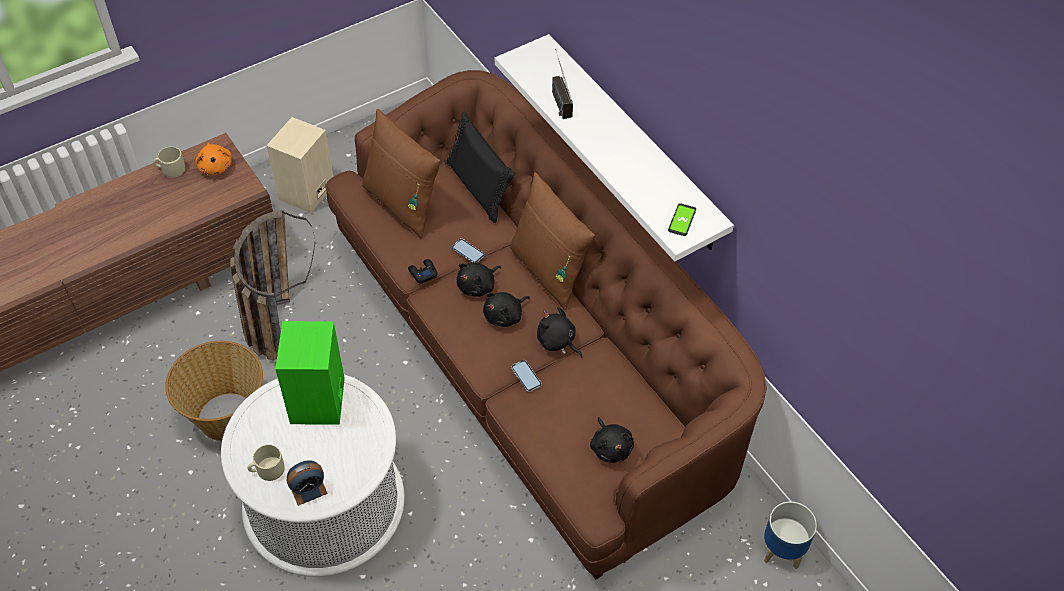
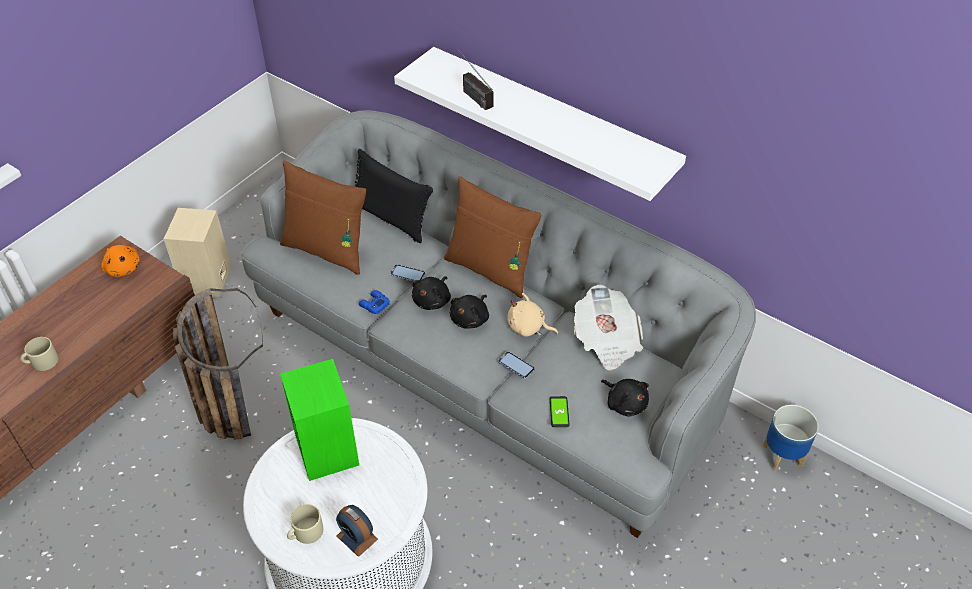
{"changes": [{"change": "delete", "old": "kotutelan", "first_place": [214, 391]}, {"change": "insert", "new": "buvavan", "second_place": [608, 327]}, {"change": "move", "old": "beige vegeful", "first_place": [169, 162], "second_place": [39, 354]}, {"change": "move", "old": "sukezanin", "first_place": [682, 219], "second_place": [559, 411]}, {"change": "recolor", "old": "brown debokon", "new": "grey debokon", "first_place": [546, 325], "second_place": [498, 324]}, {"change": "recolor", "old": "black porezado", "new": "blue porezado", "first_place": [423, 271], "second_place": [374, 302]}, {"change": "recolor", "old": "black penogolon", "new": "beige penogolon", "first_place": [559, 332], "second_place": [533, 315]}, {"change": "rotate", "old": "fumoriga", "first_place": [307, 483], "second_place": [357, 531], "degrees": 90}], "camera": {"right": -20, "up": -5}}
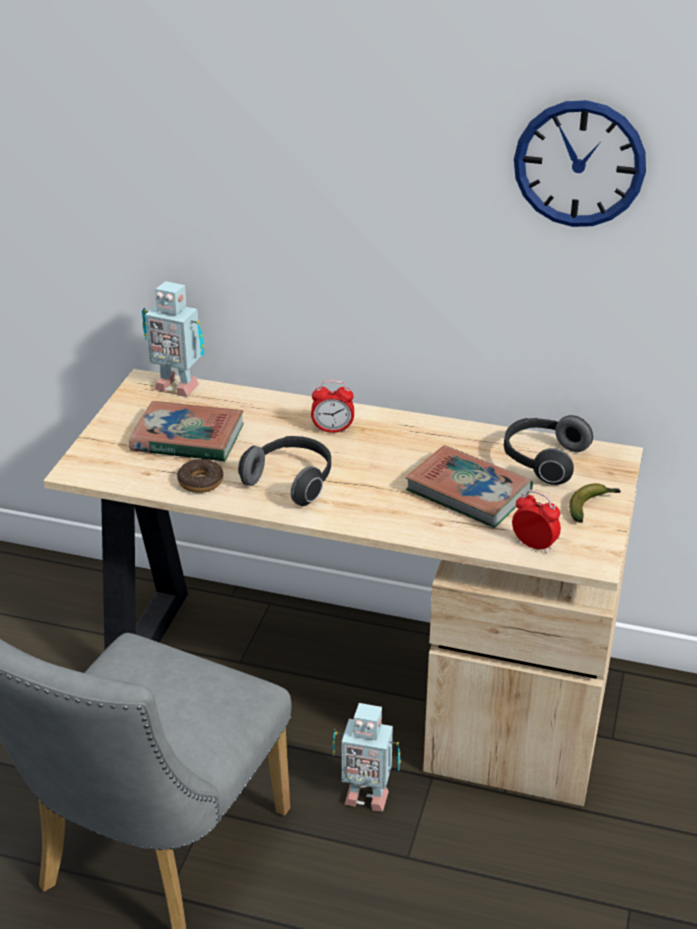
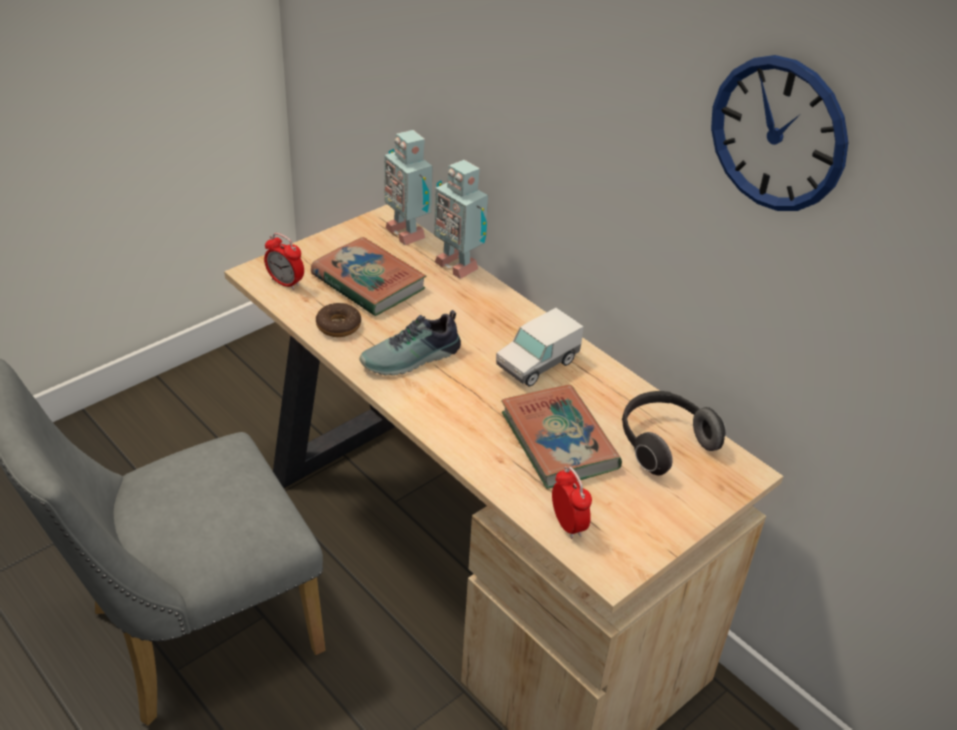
{"changes": [{"change": "delete", "old": "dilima", "first_place": [595, 503]}, {"change": "insert", "new": "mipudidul", "second_place": [540, 347]}, {"change": "move", "old": "fumoriga", "first_place": [332, 406], "second_place": [284, 261]}, {"change": "move", "old": "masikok", "first_place": [367, 757], "second_place": [461, 219]}, {"change": "replace", "old": "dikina", "new": "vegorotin", "first_place": [284, 471], "second_place": [410, 343]}], "camera": {"right": 30, "up": 5}}
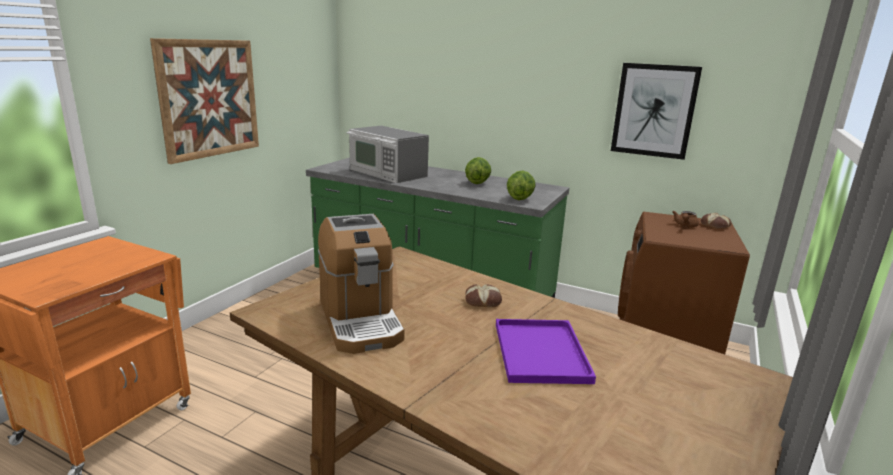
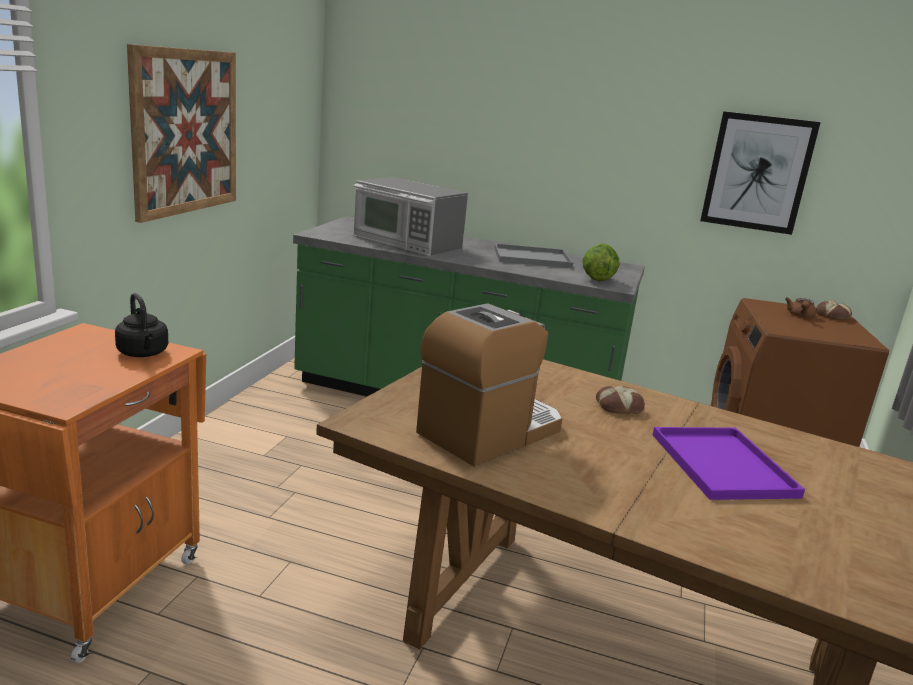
{"changes": [{"change": "insert", "new": "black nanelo", "second_place": [141, 325]}, {"change": "replace", "old": "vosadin", "new": "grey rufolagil", "first_place": [478, 170], "second_place": [533, 255]}, {"change": "rotate", "old": "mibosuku", "first_place": [361, 284], "second_place": [489, 384], "degrees": -105}], "camera": {"right": -10, "up": 0}}
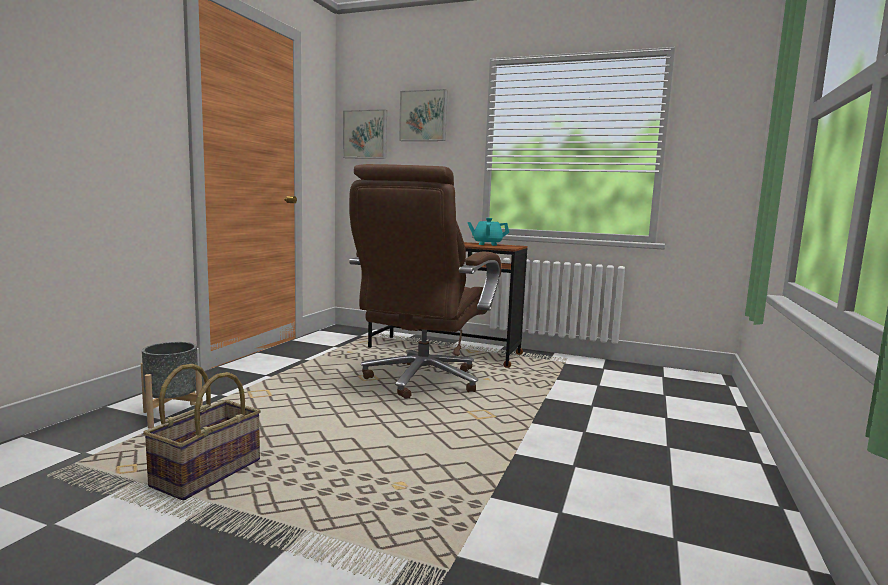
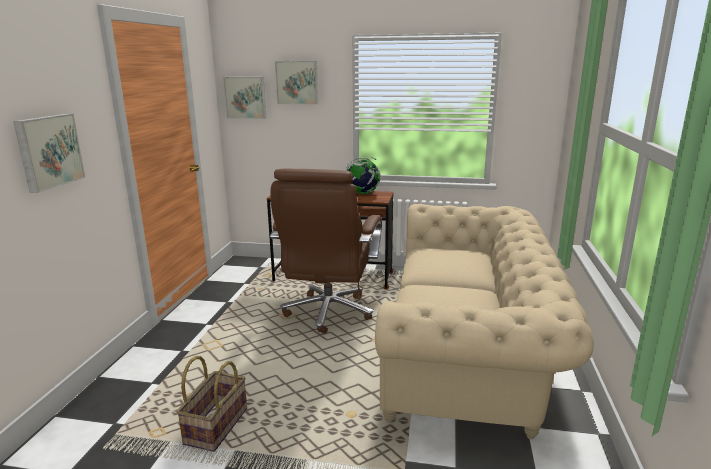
{"changes": [{"change": "delete", "old": "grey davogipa", "first_place": [172, 385]}, {"change": "insert", "new": "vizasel", "second_place": [49, 153]}, {"change": "insert", "new": "beige debokon", "second_place": [484, 321]}, {"change": "replace", "old": "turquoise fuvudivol", "new": "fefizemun", "first_place": [488, 232], "second_place": [363, 175]}], "camera": {"right": -10, "up": 10}}
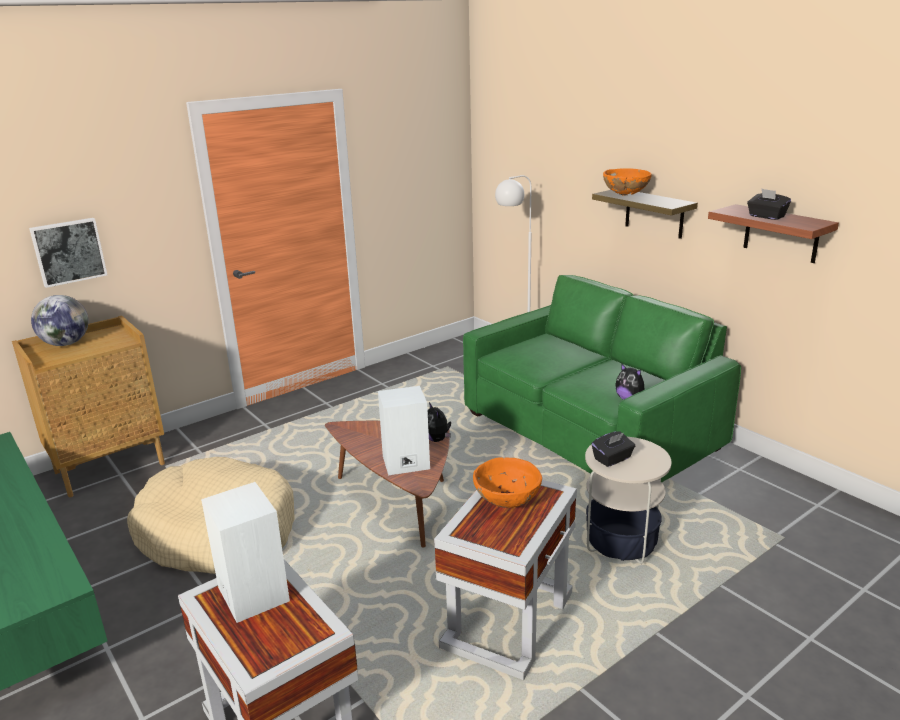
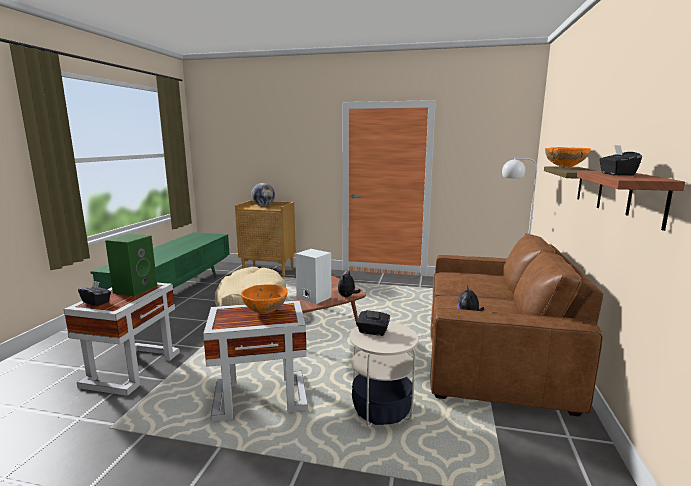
{"changes": [{"change": "delete", "old": "vizasel", "first_place": [68, 253]}, {"change": "insert", "new": "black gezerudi", "second_place": [94, 293]}, {"change": "recolor", "old": "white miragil", "new": "green miragil", "first_place": [245, 552], "second_place": [131, 265]}, {"change": "recolor", "old": "green debokon", "new": "brown debokon", "first_place": [602, 378], "second_place": [516, 324]}], "camera": {"right": 50, "up": -10}}
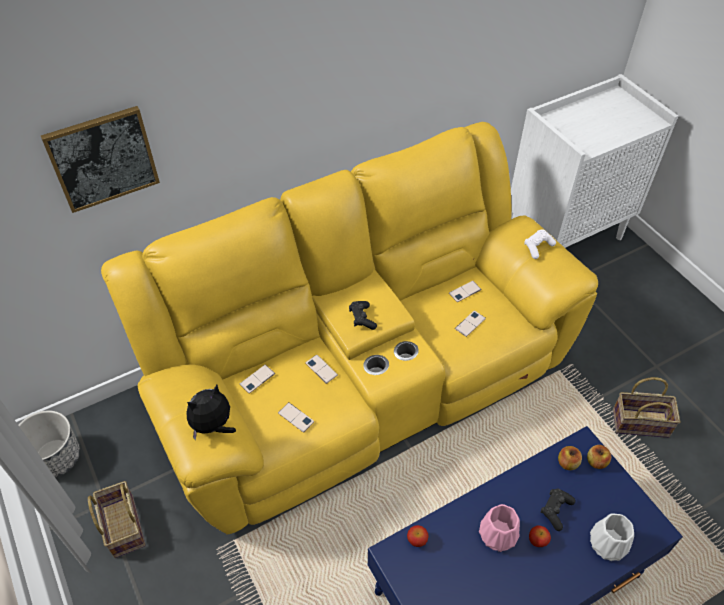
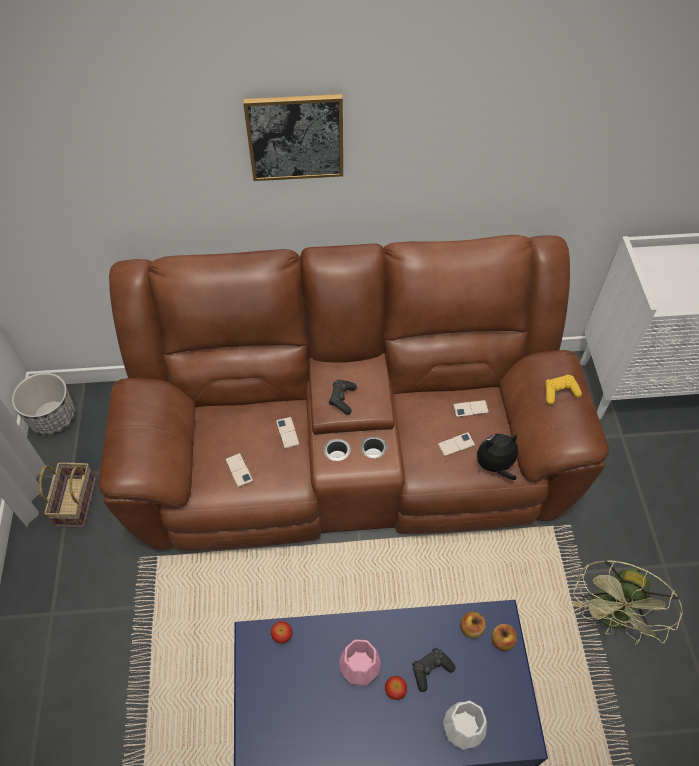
{"changes": [{"change": "delete", "old": "sukezanin", "first_place": [257, 379]}, {"change": "move", "old": "vizasel", "first_place": [100, 159], "second_place": [293, 137]}, {"change": "move", "old": "penogolon", "first_place": [211, 412], "second_place": [497, 456]}, {"change": "replace", "old": "kotutelan", "new": "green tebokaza", "first_place": [646, 407], "second_place": [628, 602]}, {"change": "recolor", "old": "yellow debokon", "new": "brown debokon", "first_place": [349, 328], "second_place": [353, 393]}, {"change": "recolor", "old": "white porezado", "new": "yellow porezado", "first_place": [540, 244], "second_place": [563, 389]}], "camera": {"right": 25, "up": 5}}
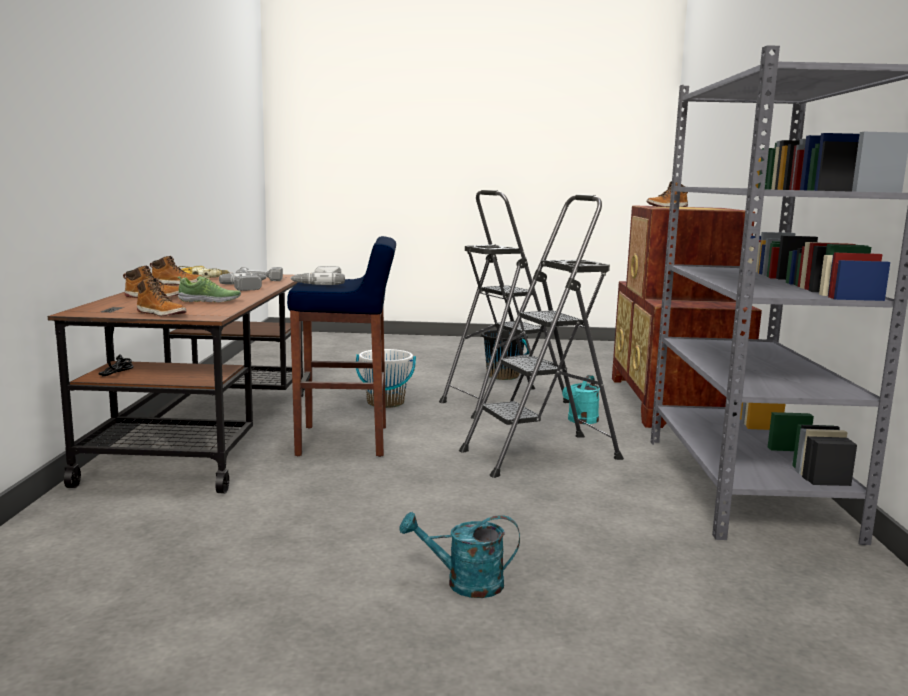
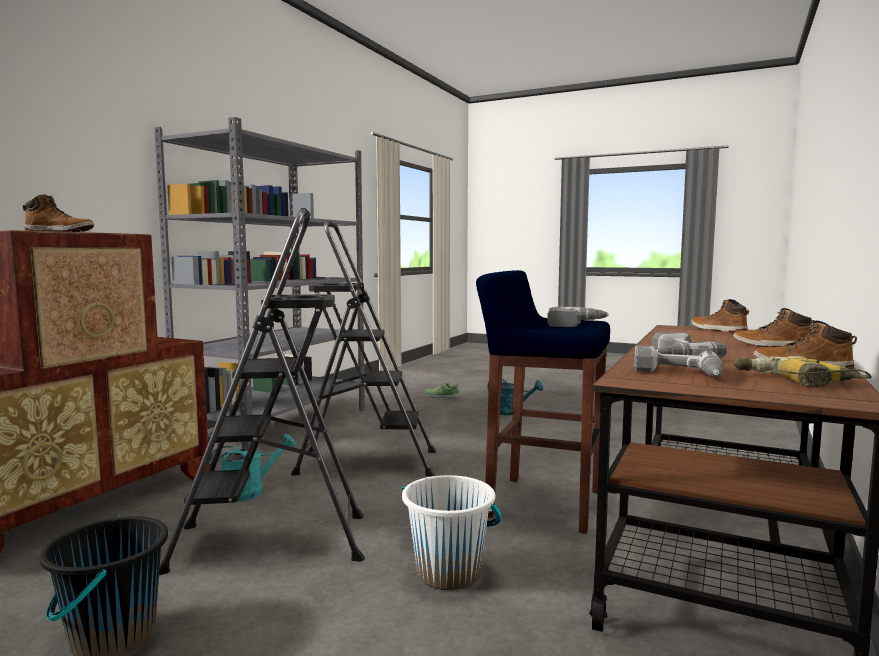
{"changes": [{"change": "move", "old": "vegorotin", "first_place": [209, 289], "second_place": [441, 391]}], "camera": {"right": -155, "up": -5}}
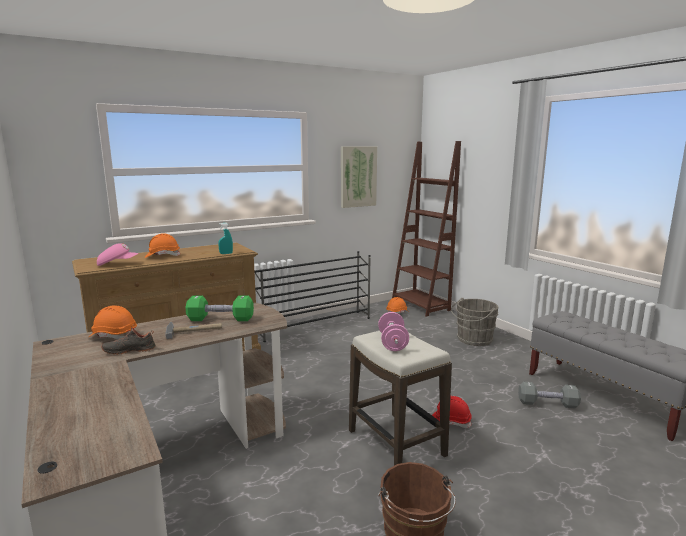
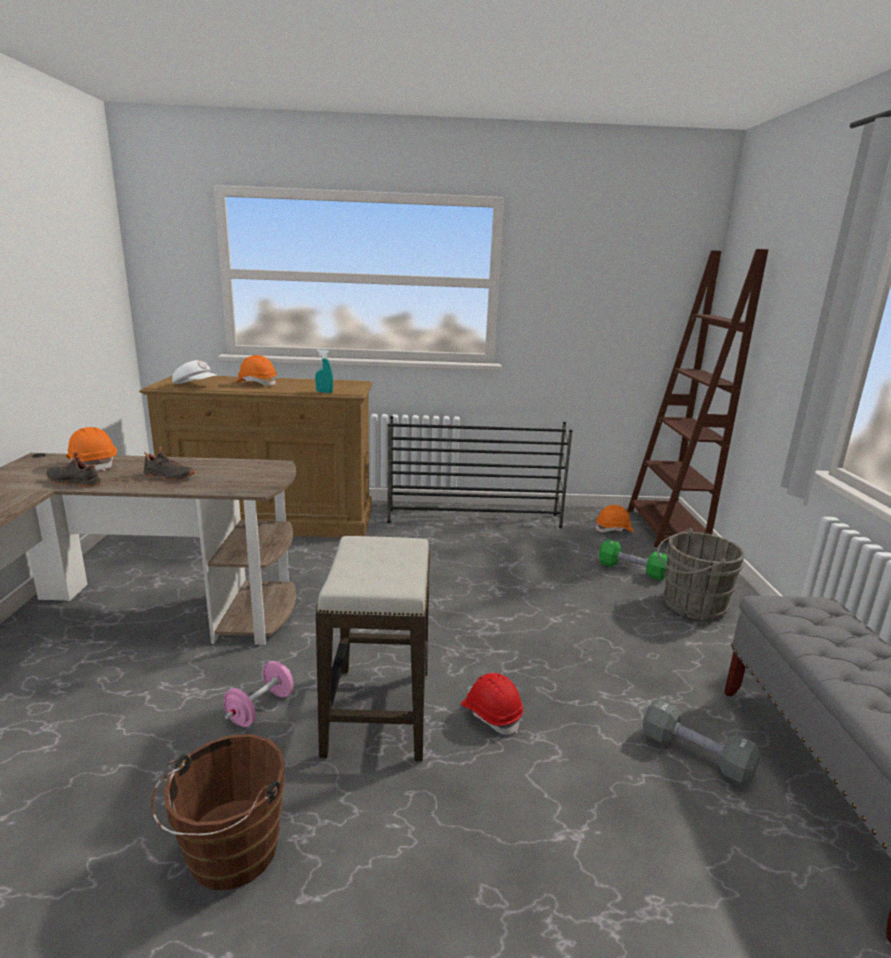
{"changes": [{"change": "delete", "old": "vizasel", "first_place": [359, 177]}, {"change": "move", "old": "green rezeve", "first_place": [219, 308], "second_place": [632, 559]}, {"change": "move", "old": "pink rezeve", "first_place": [393, 331], "second_place": [259, 694]}, {"change": "replace", "old": "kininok", "new": "black vegorotin", "first_place": [193, 330], "second_place": [169, 463]}, {"change": "recolor", "old": "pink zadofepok", "new": "white zadofepok", "first_place": [117, 254], "second_place": [195, 372]}], "camera": {"right": 30, "up": 5}}
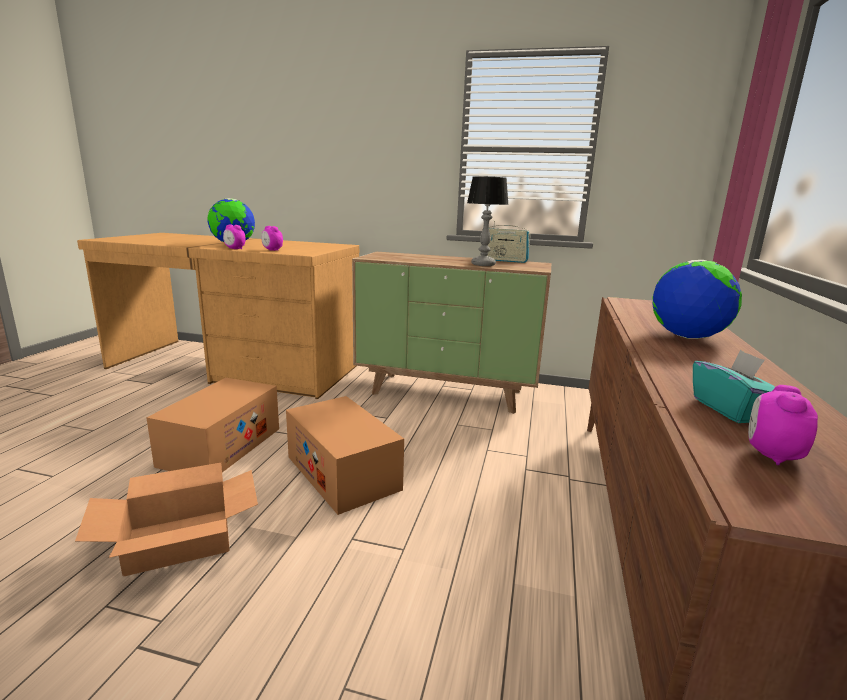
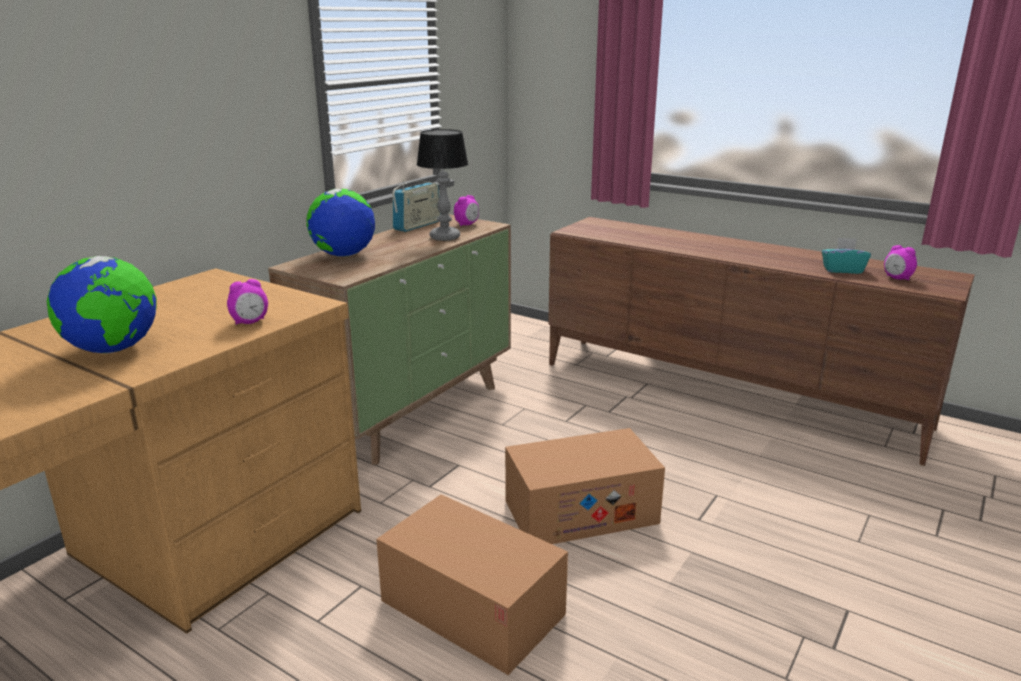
{"changes": [{"change": "delete", "old": "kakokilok", "first_place": [166, 519]}, {"change": "move", "old": "fumoriga", "first_place": [234, 236], "second_place": [466, 210]}, {"change": "move", "old": "fefizemun", "first_place": [697, 299], "second_place": [341, 223]}], "camera": {"right": -70, "up": 5}}
